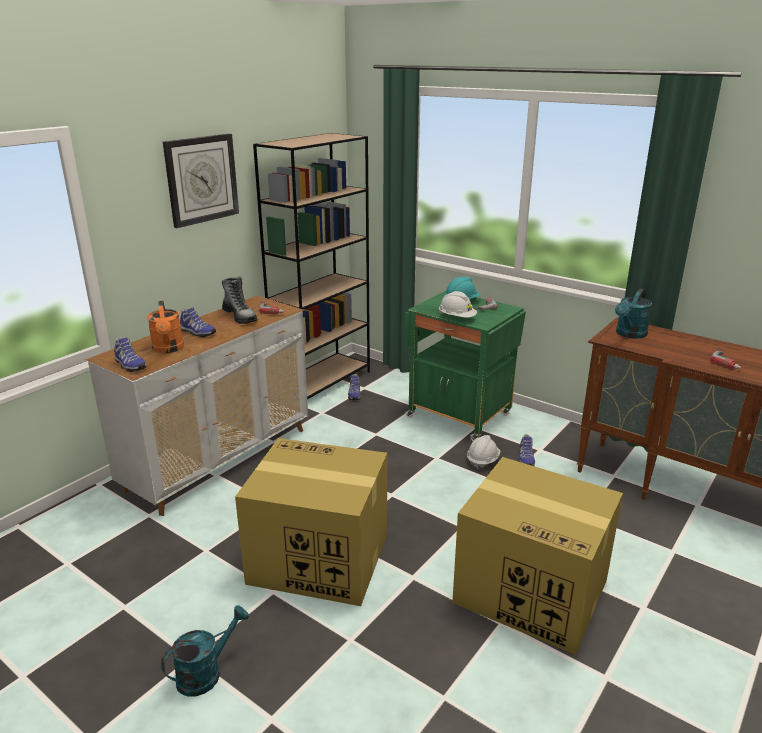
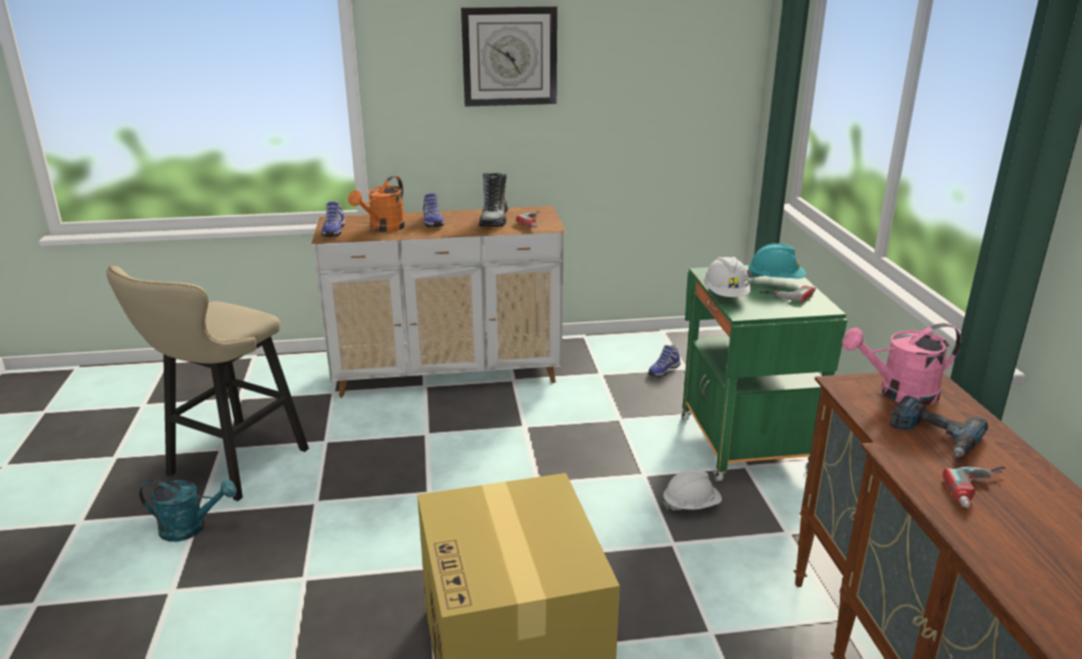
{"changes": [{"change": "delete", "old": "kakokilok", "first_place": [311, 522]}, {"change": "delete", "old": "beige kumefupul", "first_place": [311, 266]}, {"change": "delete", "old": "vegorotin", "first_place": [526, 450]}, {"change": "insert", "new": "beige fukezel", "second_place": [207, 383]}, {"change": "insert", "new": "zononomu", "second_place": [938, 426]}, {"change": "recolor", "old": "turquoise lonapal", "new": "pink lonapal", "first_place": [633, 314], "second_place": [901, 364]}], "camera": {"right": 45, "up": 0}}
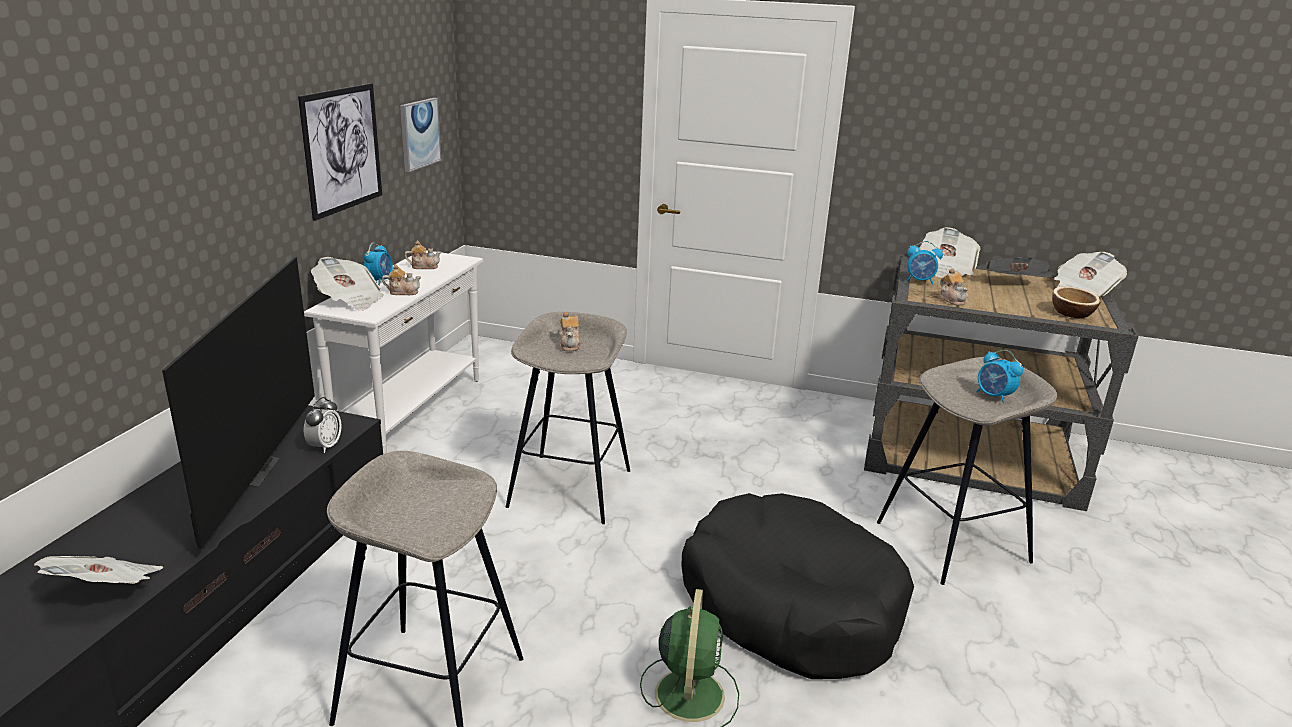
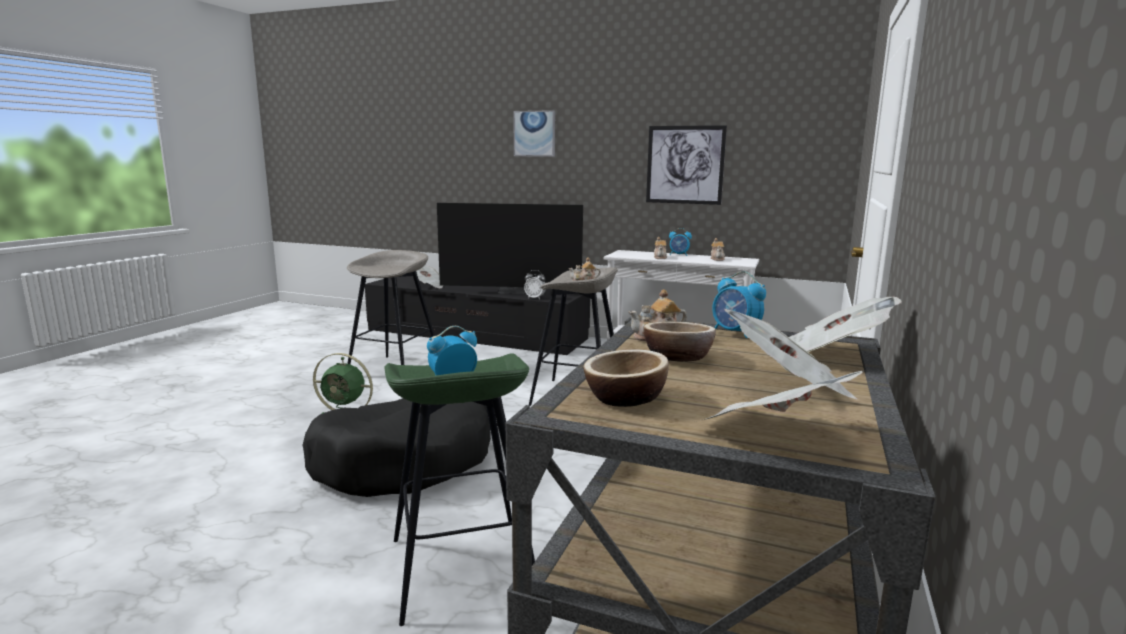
{"changes": [{"change": "delete", "old": "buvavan", "first_place": [347, 284]}, {"change": "insert", "new": "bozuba", "second_place": [680, 342]}, {"change": "move", "old": "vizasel", "first_place": [420, 135], "second_place": [534, 133]}, {"change": "recolor", "old": "grey fukezel", "new": "green fukezel", "first_place": [967, 471], "second_place": [459, 489]}, {"change": "rotate", "old": "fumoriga", "first_place": [925, 263], "second_place": [739, 304], "degrees": -60}], "camera": {"right": 95, "up": -10}}
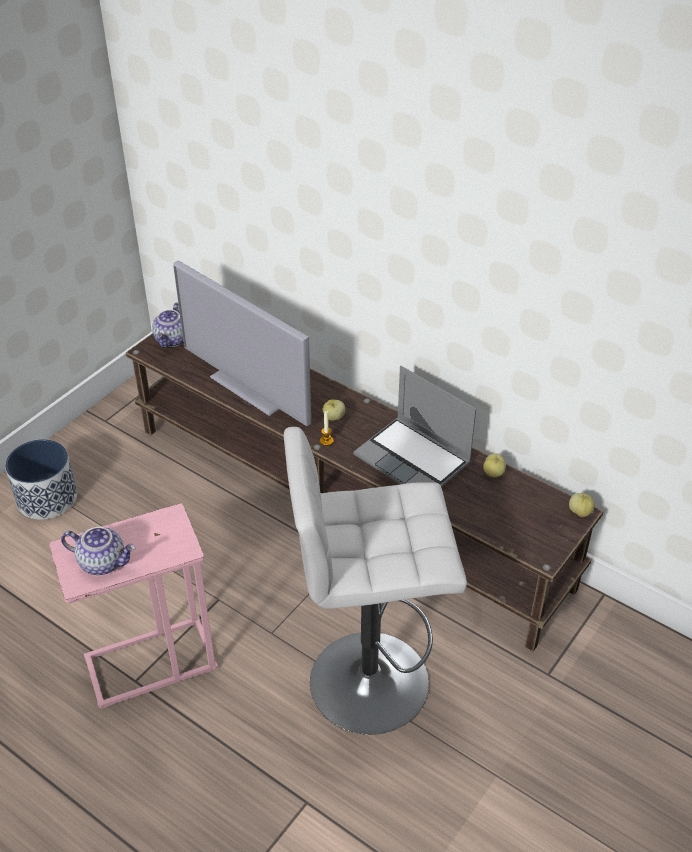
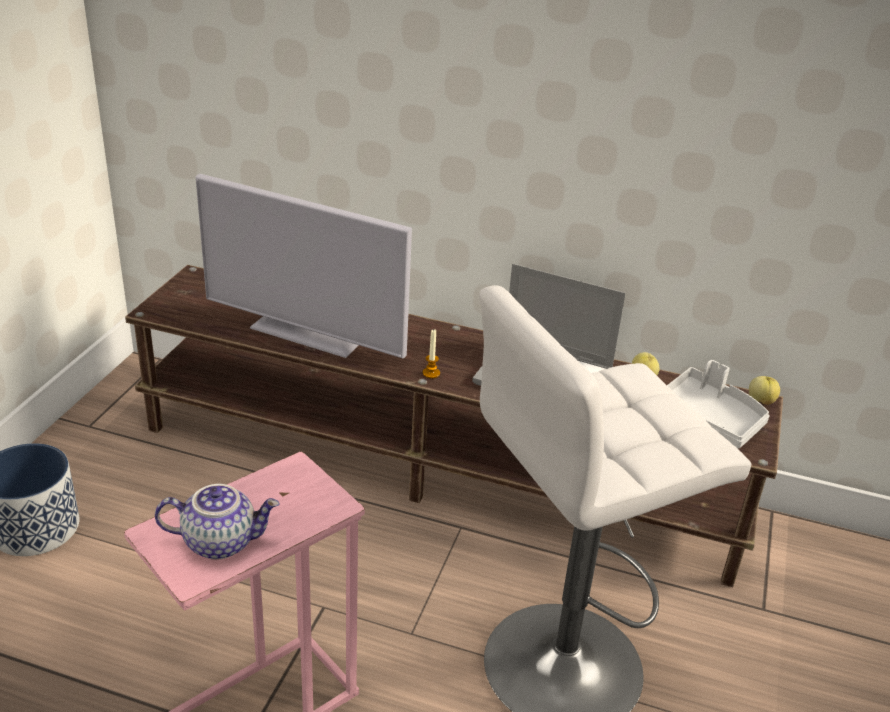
{"changes": [{"change": "delete", "old": "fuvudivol", "first_place": [167, 325]}, {"change": "delete", "old": "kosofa", "first_place": [334, 410]}, {"change": "insert", "new": "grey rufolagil", "second_place": [718, 404]}], "camera": {"right": -20, "up": -10}}
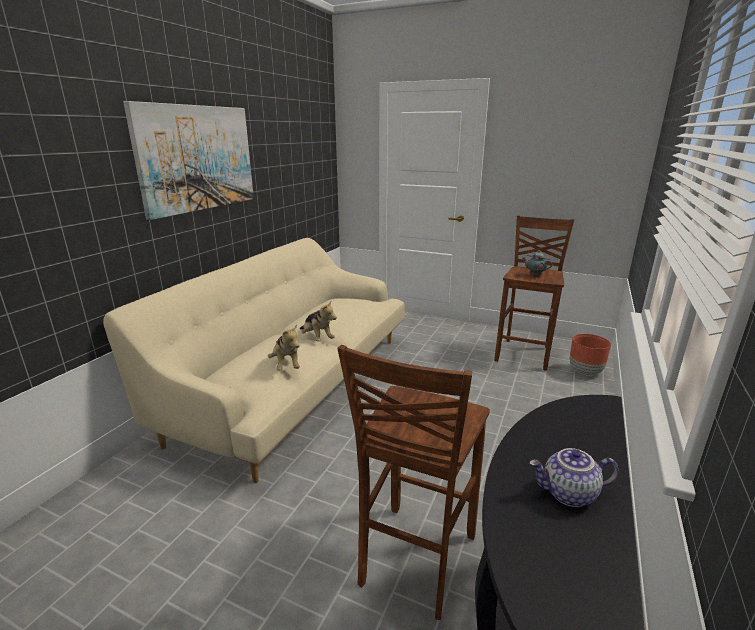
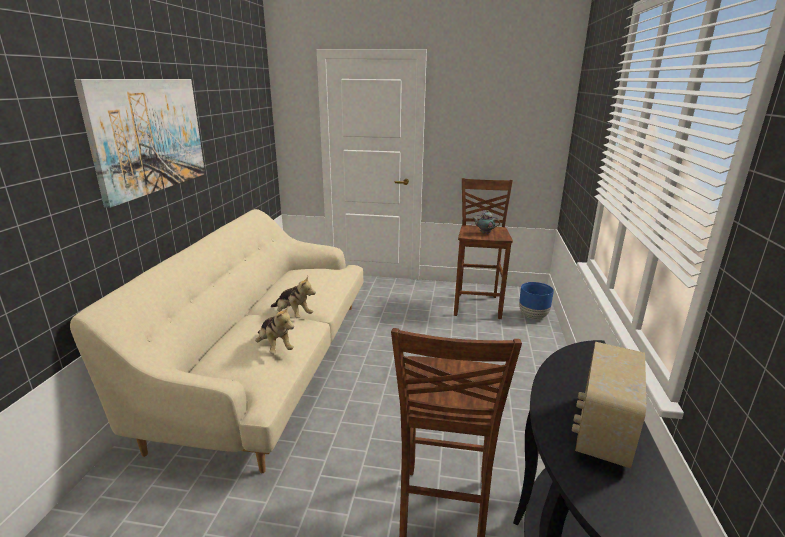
{"changes": [{"change": "replace", "old": "fuvudivol", "new": "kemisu", "first_place": [574, 477], "second_place": [609, 405]}, {"change": "recolor", "old": "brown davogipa", "new": "blue davogipa", "first_place": [590, 355], "second_place": [536, 300]}], "camera": {"right": -15, "up": 0}}
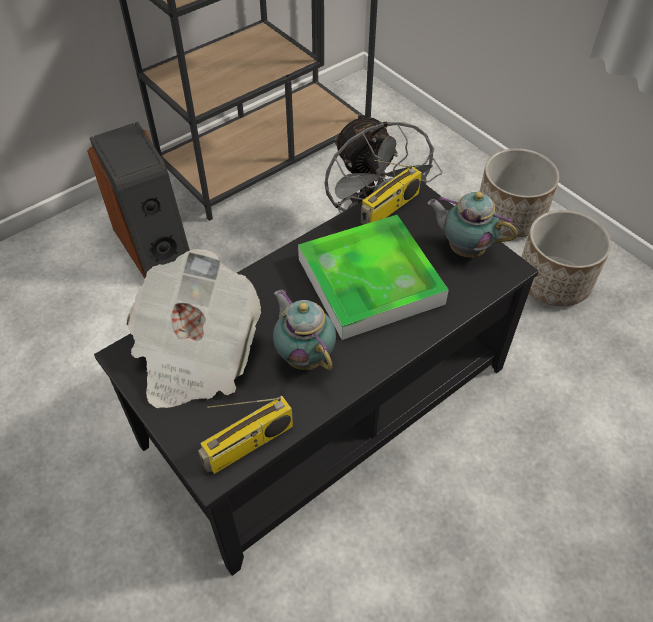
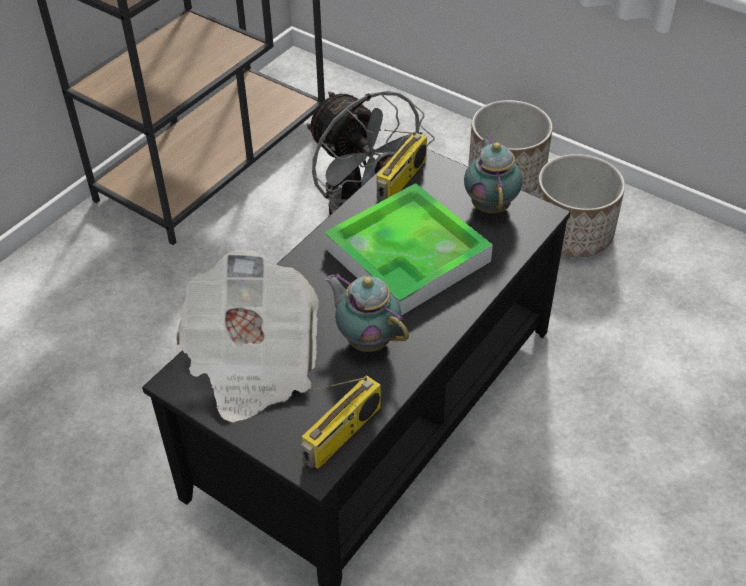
{"changes": [{"change": "delete", "old": "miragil", "first_place": [138, 200]}, {"change": "rotate", "old": "fuvudivol", "first_place": [472, 225], "second_place": [493, 174], "degrees": 75}], "camera": {"right": -15, "up": -5}}
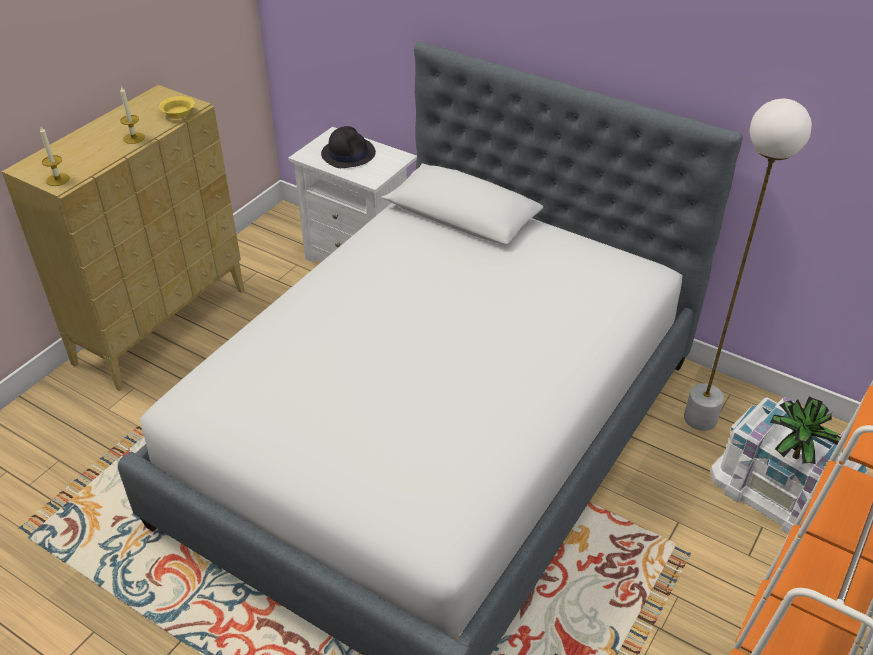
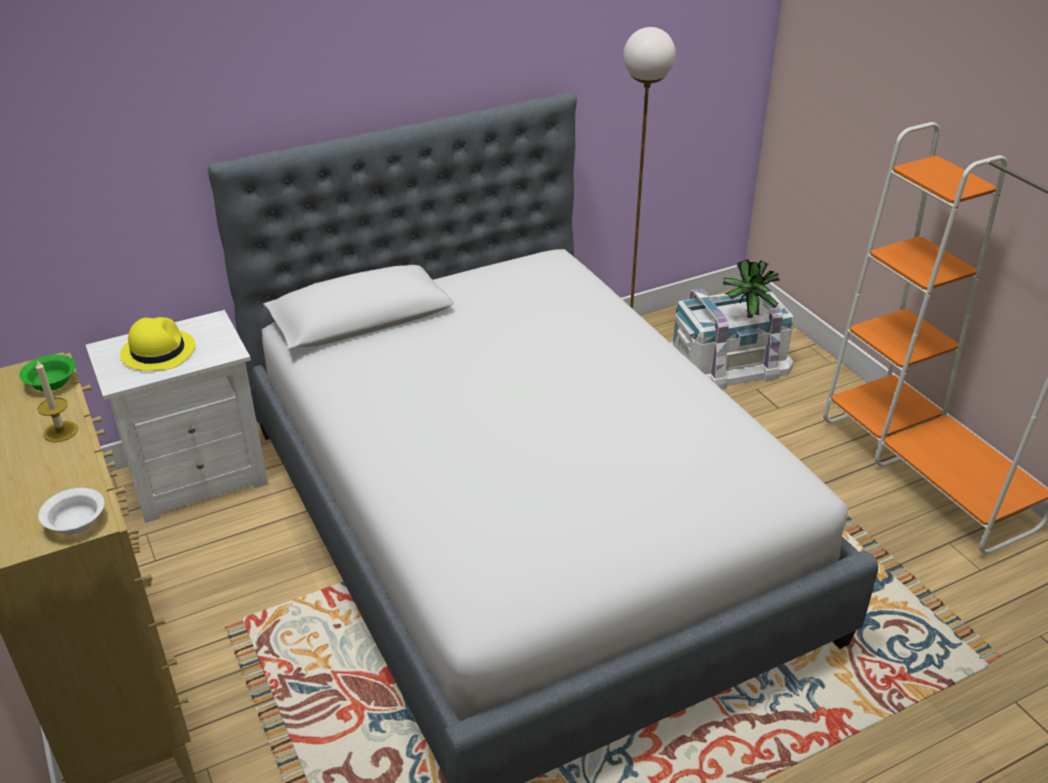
{"changes": [{"change": "replace", "old": "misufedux", "new": "white bozuba", "first_place": [55, 156], "second_place": [71, 511]}, {"change": "recolor", "old": "yellow bozuba", "new": "green bozuba", "first_place": [177, 107], "second_place": [47, 373]}, {"change": "recolor", "old": "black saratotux", "new": "yellow saratotux", "first_place": [348, 147], "second_place": [157, 344]}], "camera": {"right": -60, "up": -5}}
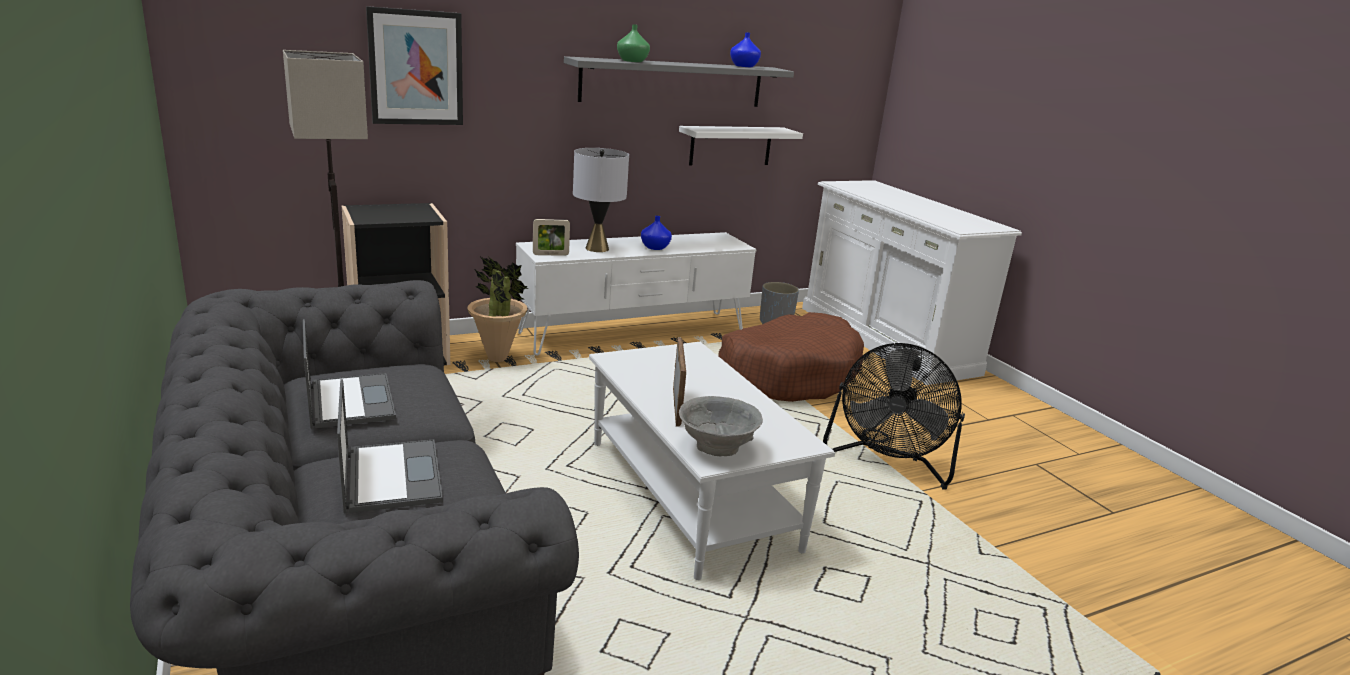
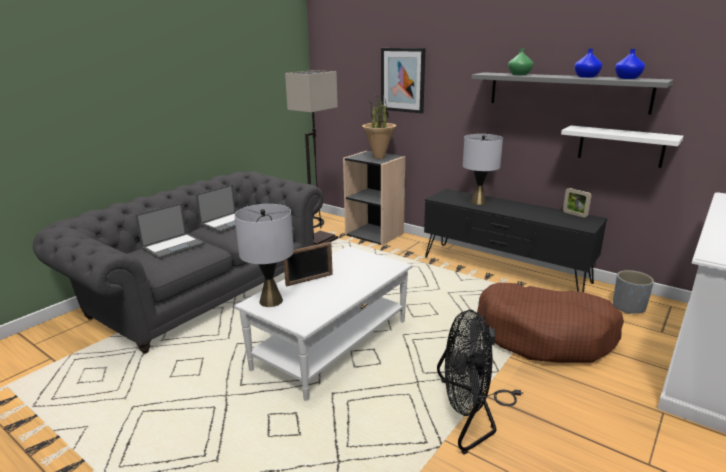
{"changes": [{"change": "move", "old": "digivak", "first_place": [498, 309], "second_place": [379, 126]}, {"change": "move", "old": "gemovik", "first_place": [551, 237], "second_place": [577, 203]}, {"change": "move", "old": "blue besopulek", "first_place": [656, 233], "second_place": [588, 63]}, {"change": "replace", "old": "grey bozuba", "new": "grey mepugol", "first_place": [721, 426], "second_place": [264, 255]}, {"change": "recolor", "old": "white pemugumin", "new": "black pemugumin", "first_place": [636, 294], "second_place": [516, 240]}], "camera": {"right": 65, "up": 0}}
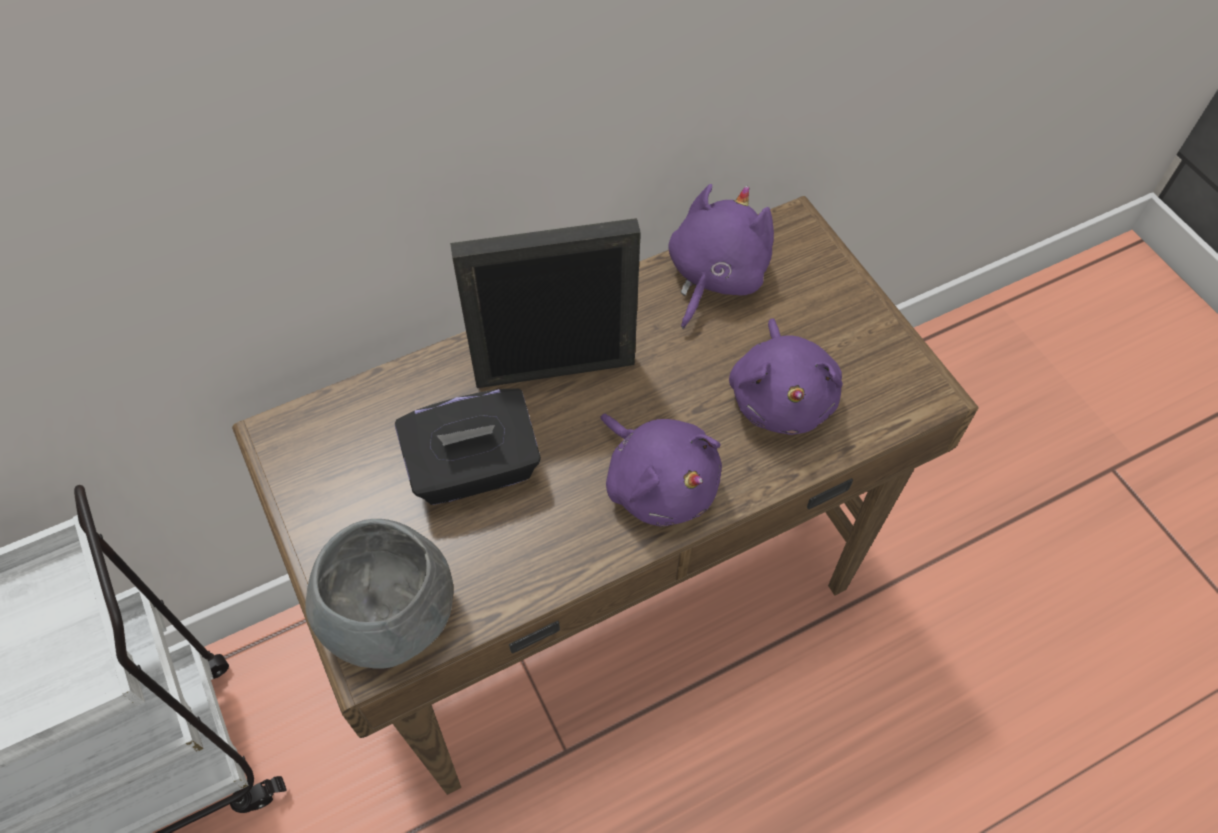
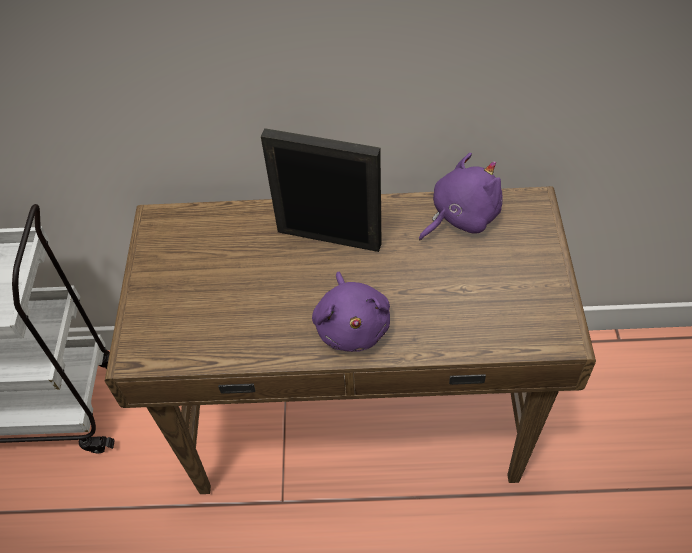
{"changes": [{"change": "delete", "old": "grey bozuba", "first_place": [379, 594]}, {"change": "delete", "old": "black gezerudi", "first_place": [468, 446]}, {"change": "delete", "old": "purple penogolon", "first_place": [786, 376]}], "camera": {"right": 30, "up": -5}}
